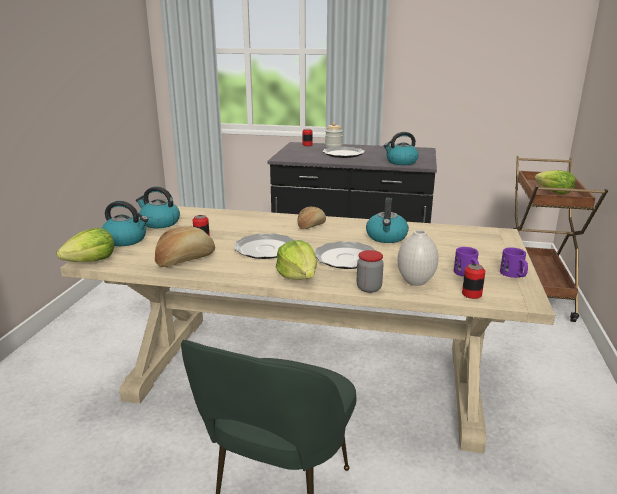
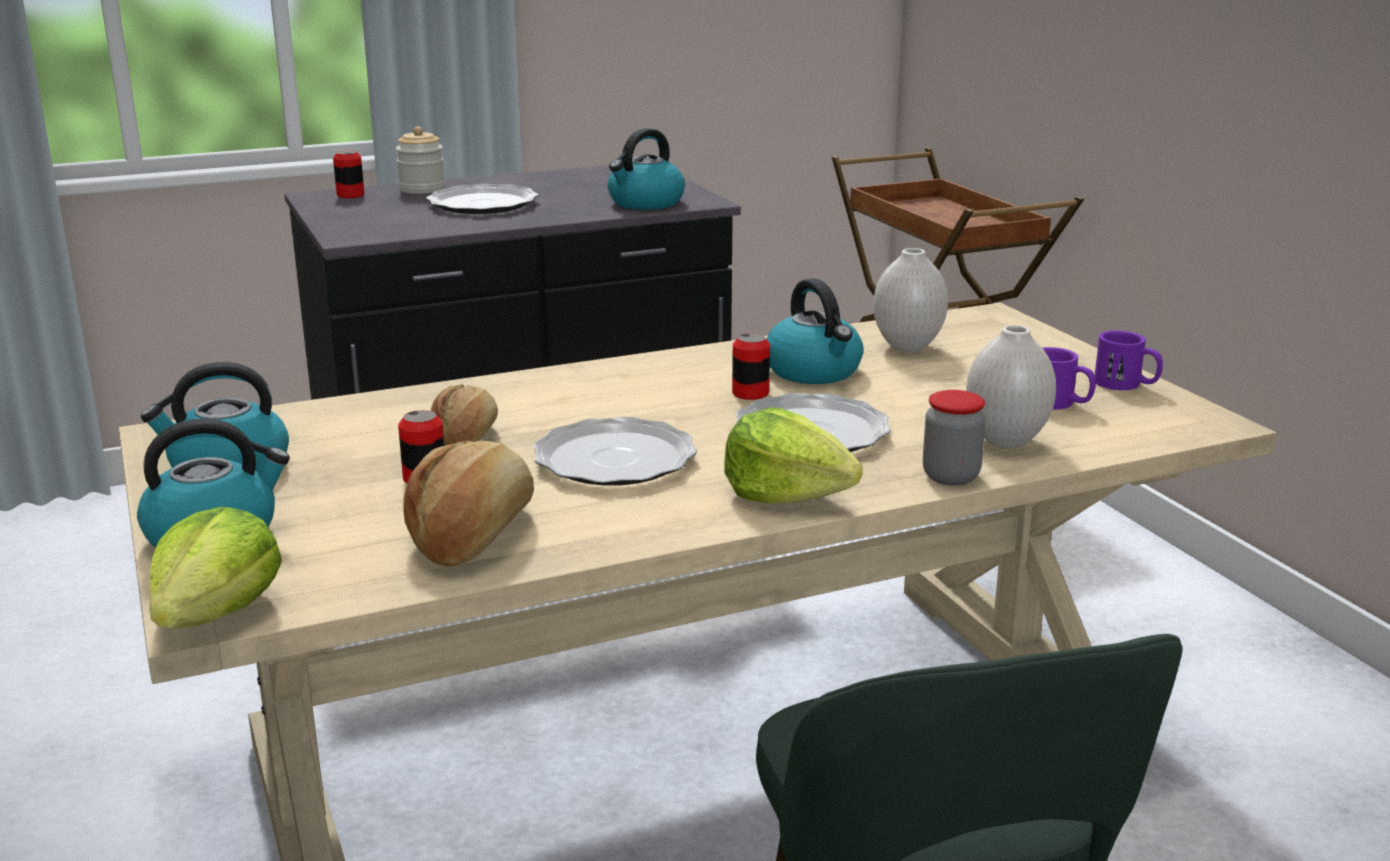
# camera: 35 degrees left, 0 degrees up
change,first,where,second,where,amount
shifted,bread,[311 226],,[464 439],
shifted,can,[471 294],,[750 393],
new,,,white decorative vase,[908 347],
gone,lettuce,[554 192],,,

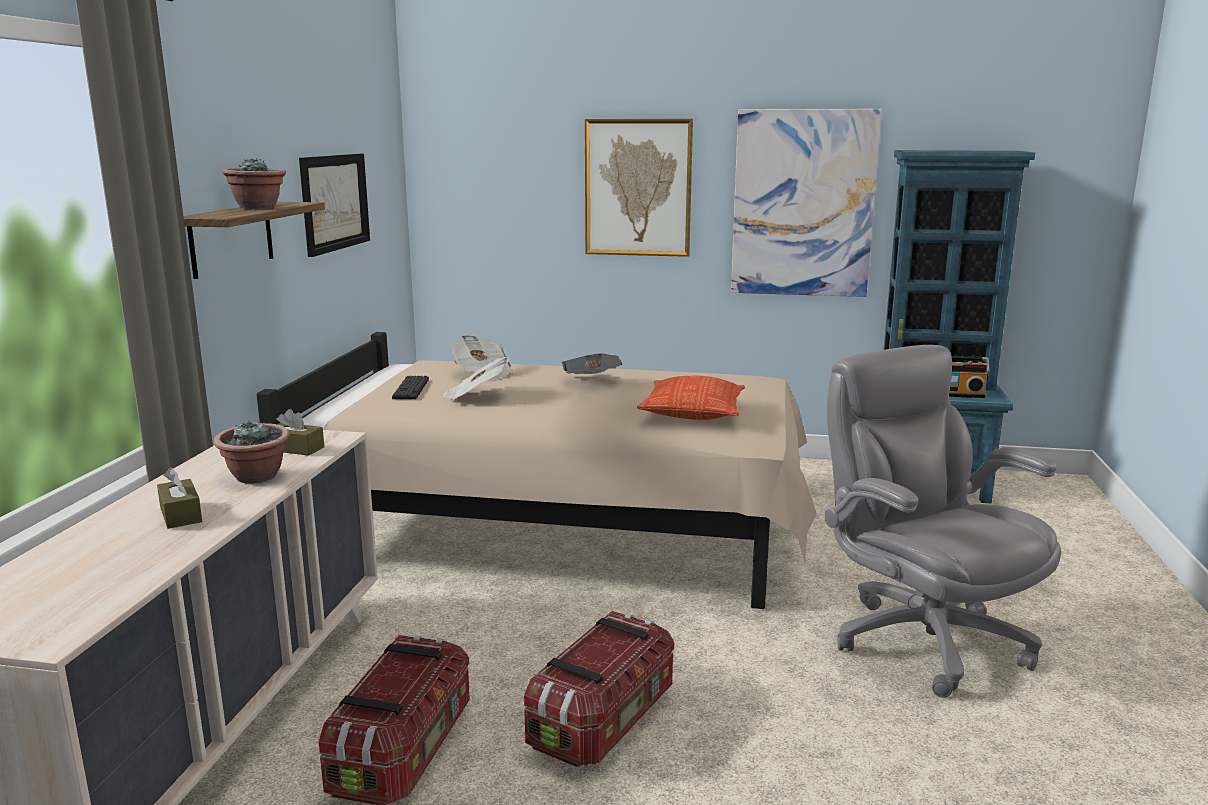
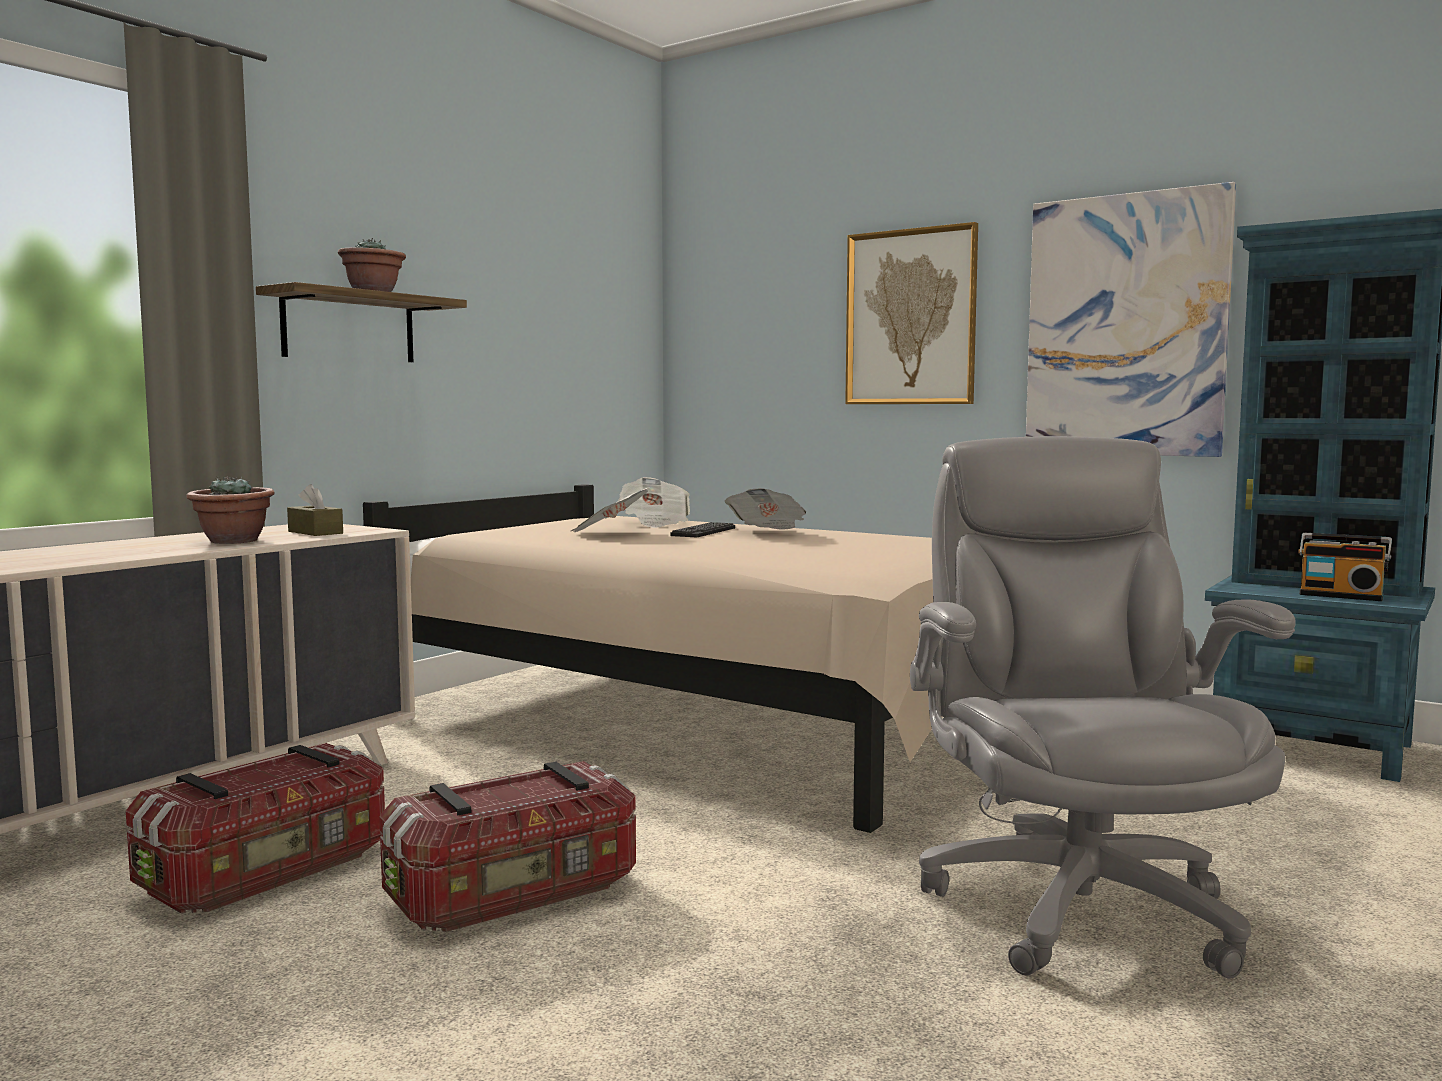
# camera: 25 degrees right, 10 degrees down
change,first,where,second,where,amount
shifted,computer keyboard,[411 388],,[703 532],
gone,brown box of tissues,[181 515],,,
gone,picture,[334 202],,,
gone,orangey cushion,[693 414],,,

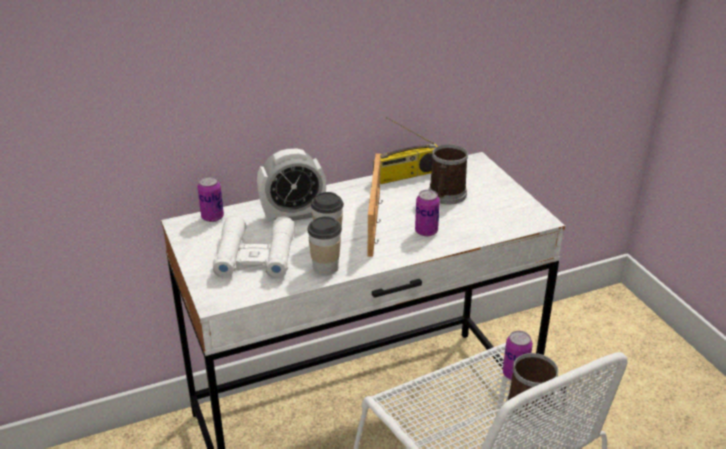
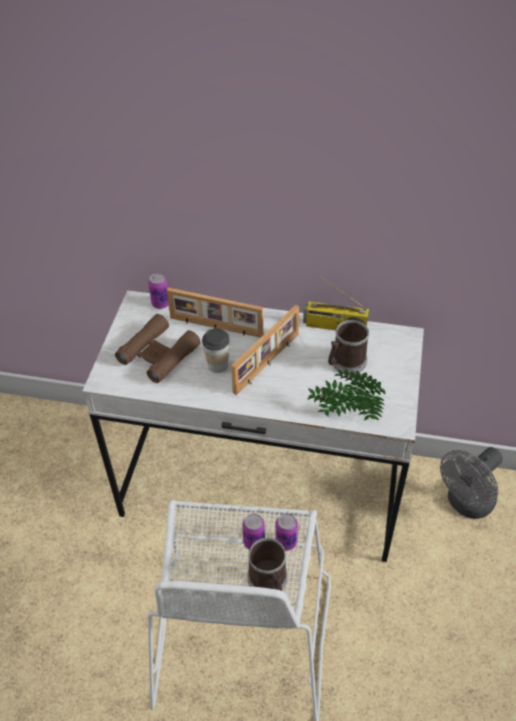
# camera: 35 degrees right, 15 degrees up
change,first,where,second,where,amount
repainted,white binoculars,[255 256],brown binoculars,[158 354],
swapped,alarm clock,[293 215],photo frame,[215 327],
shifted,can,[426 231],,[254 542],
new,,,potted plant,[345 414],
new,,,gray cooling fan,[466 504],
gone,cup,[325 267],,,

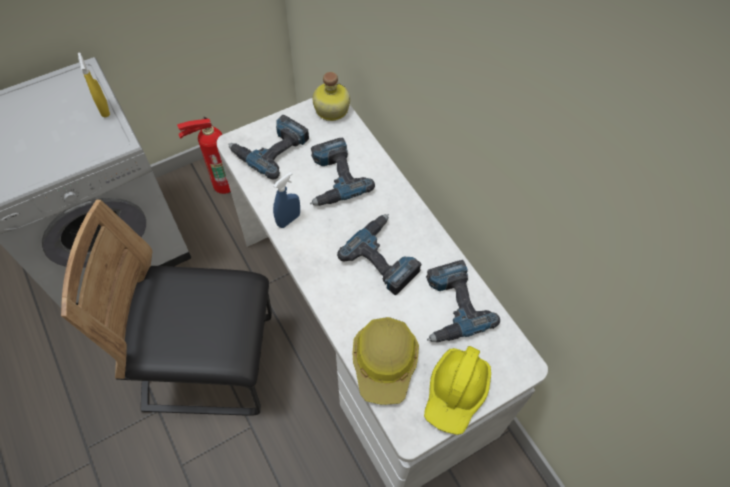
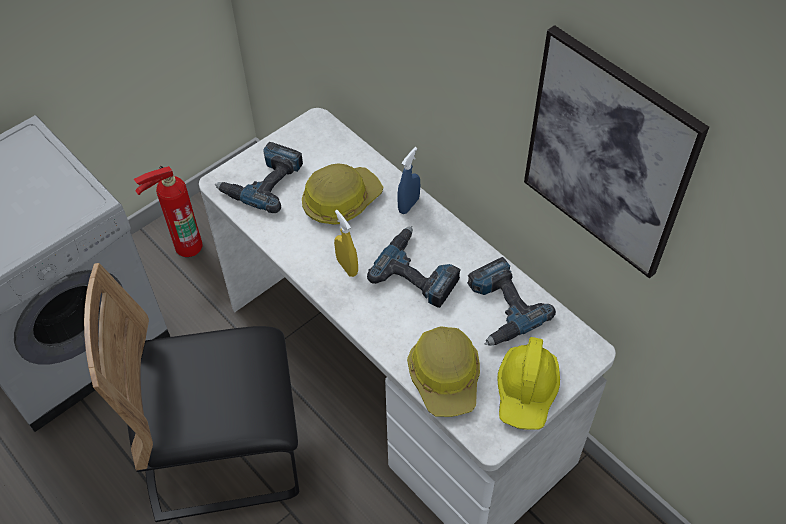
# camera: 10 degrees left, 5 degrees down
change,first,where,second,where,amount
swapped,drill,[333 178],work helmet,[340 200],
shifted,yellow-coloured hand sprayer,[104 109],,[347 267],
shifted,blue hand sprayer,[288 220],,[408 205],
new,,,picture,[608 155],
gone,bottle,[330 109],,,

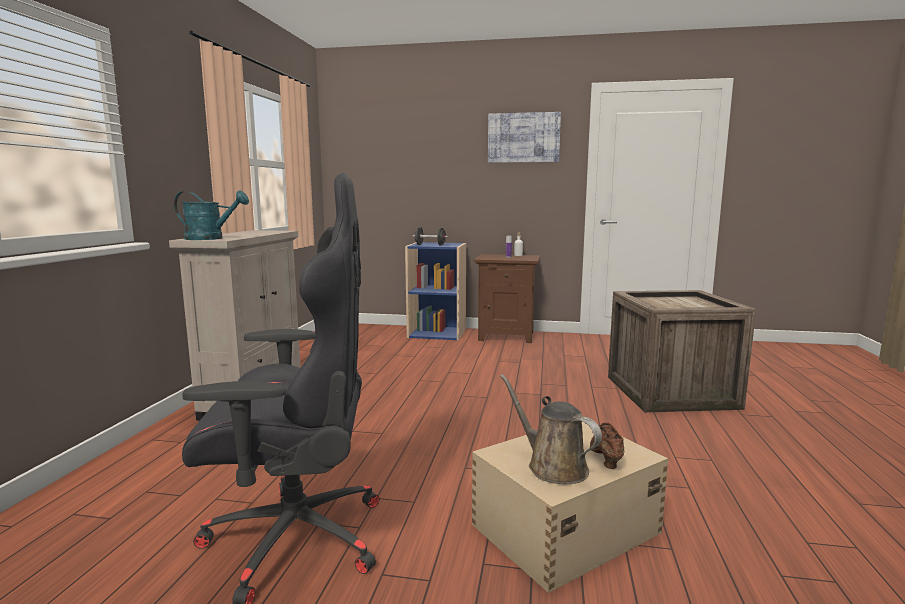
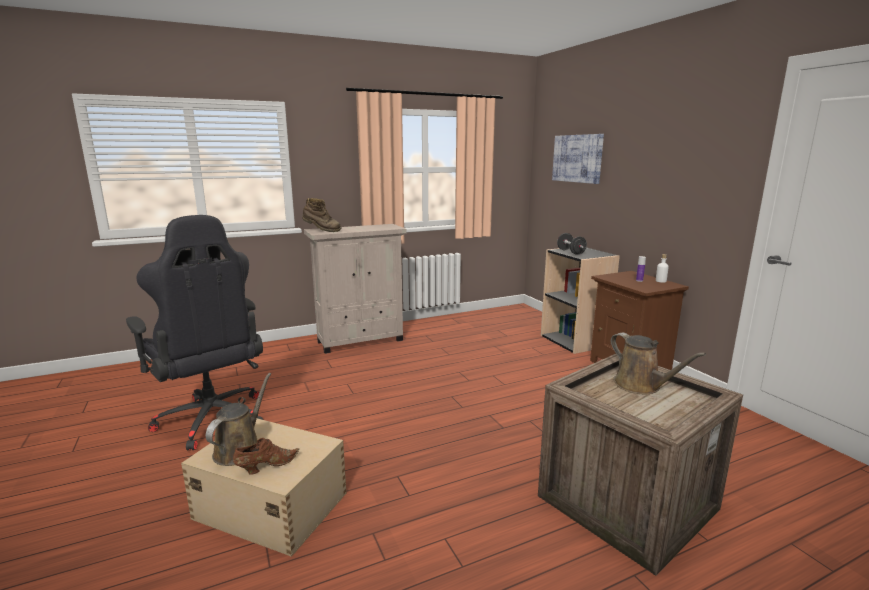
# camera: 55 degrees right, 5 degrees up
change,first,where,second,where,amount
swapped,turquoise watering can,[211 238],brown boot,[321 231],
repainted,blue shelving unit,[438 333],black-coloured shelving unit,[575 341],
shifted,picture,[523 138],,[577 158],
new,,,brown watering can,[640 386],

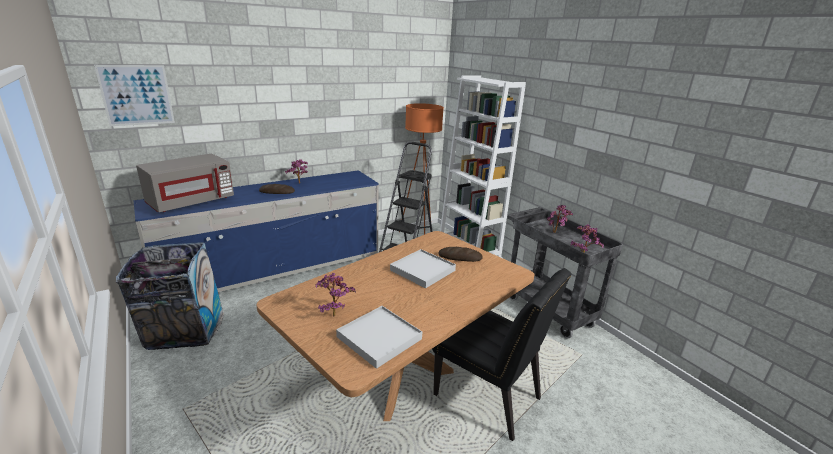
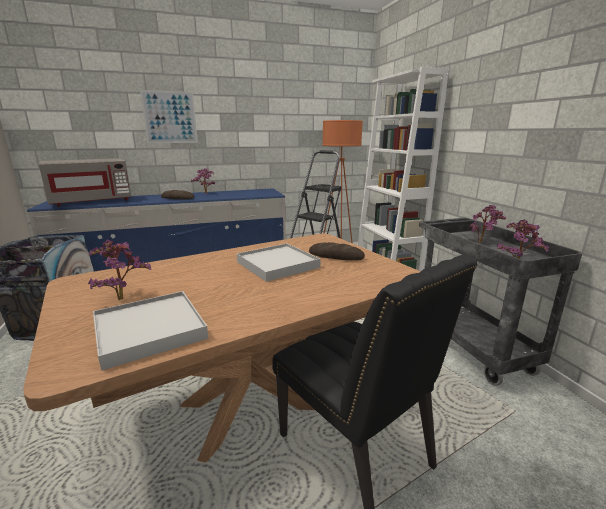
# camera: 15 degrees right, 5 degrees down
change,first,where,second,where,amount
shifted,picture,[136 95],,[170 117],

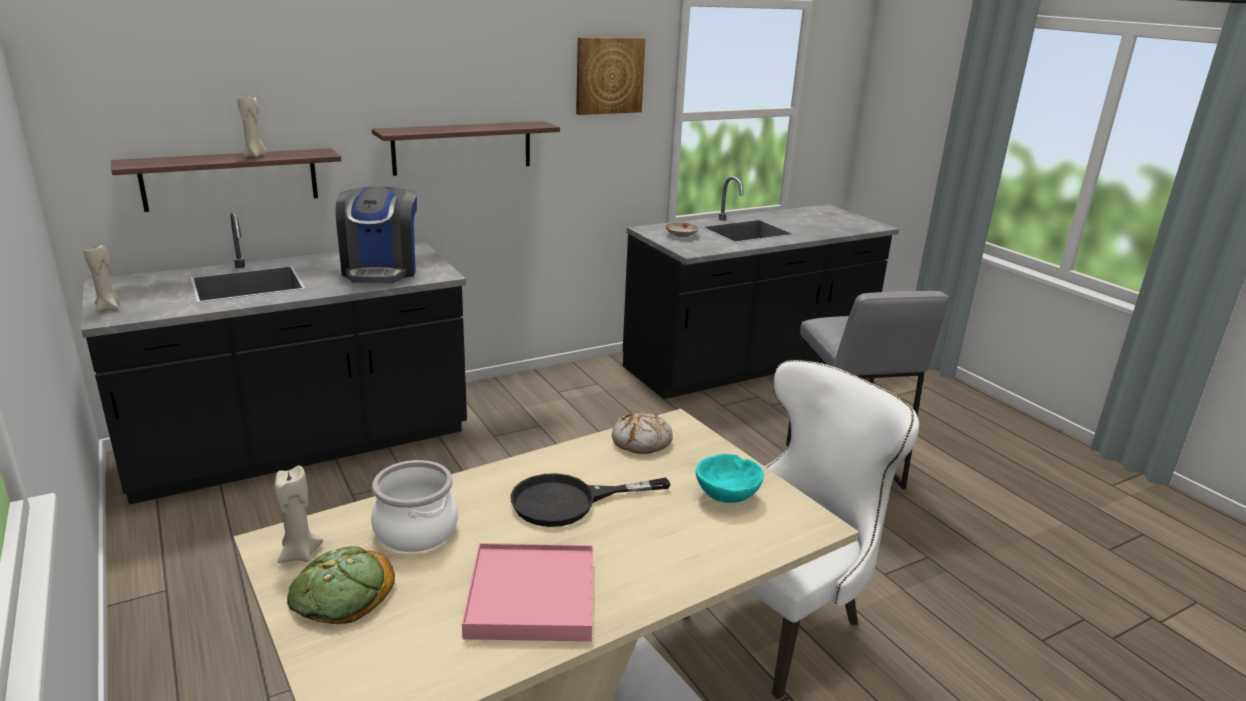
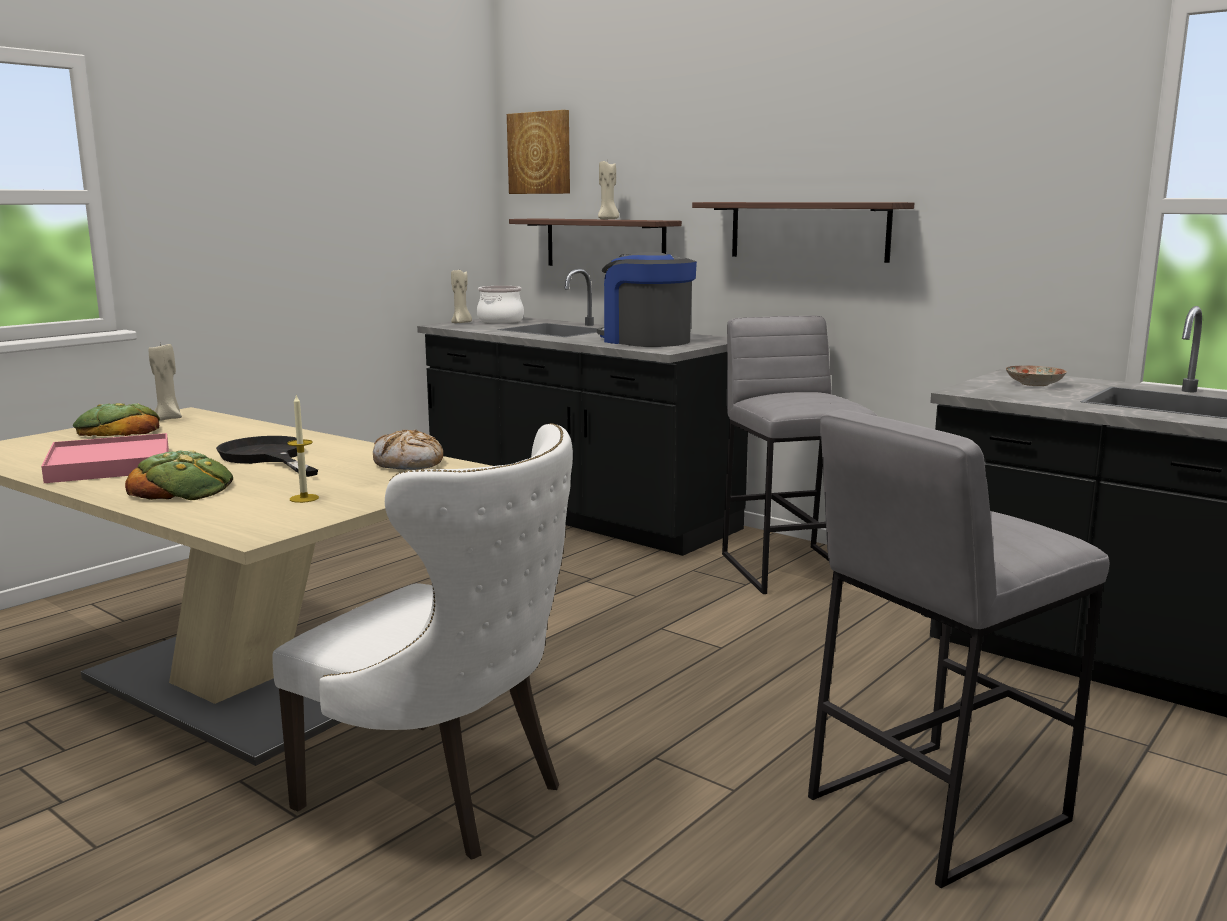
# camera: 70 degrees right, 10 degrees down
change,first,where,second,where,amount
new,,,bread,[182 488],
swapped,turquoise serving bowl,[727 496],wax candle,[304 498],
shifted,stockpot,[415 531],,[500 321],
shifted,picture,[609 75],,[540 153],
rotated,coffee maker,[381 270],,[645 340],75 degrees clockwise
new,,,gray sitting stool,[789 568],

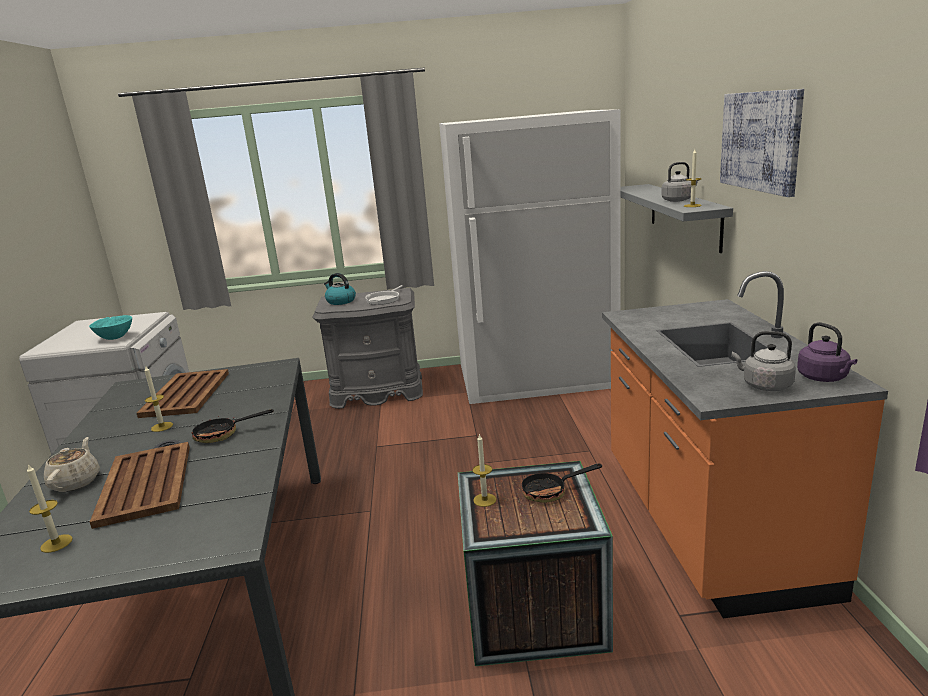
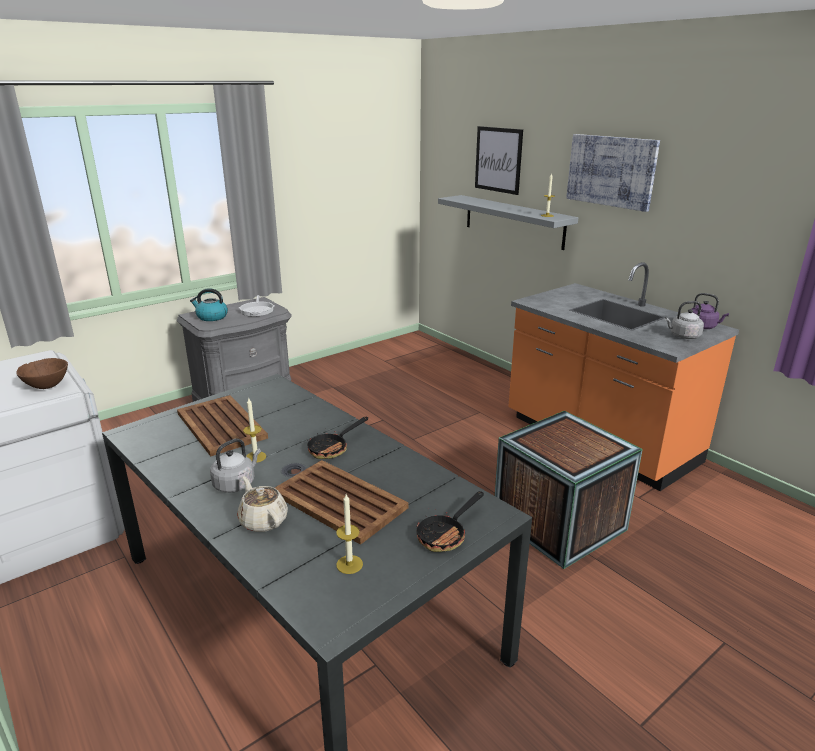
# camera: 35 degrees left, 5 degrees up
change,first,where,second,where,amount
repainted,turquoise serving bowl,[116 338],brown serving bowl,[48 386],
shifted,gray tea kettle,[678 200],,[236 483],
shifted,skillet,[551 491],,[446 535],
new,,,picture,[498 160],
gone,white refrigerator,[536 375],,,
gone,wax candle,[484 500],,,

